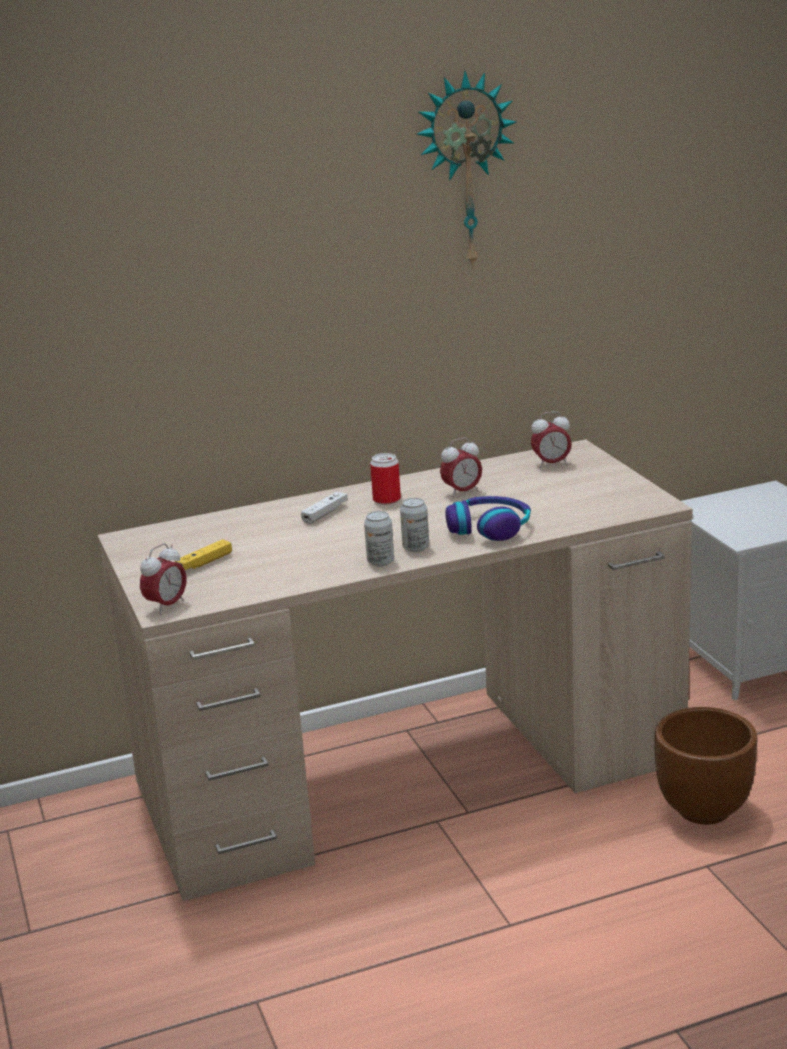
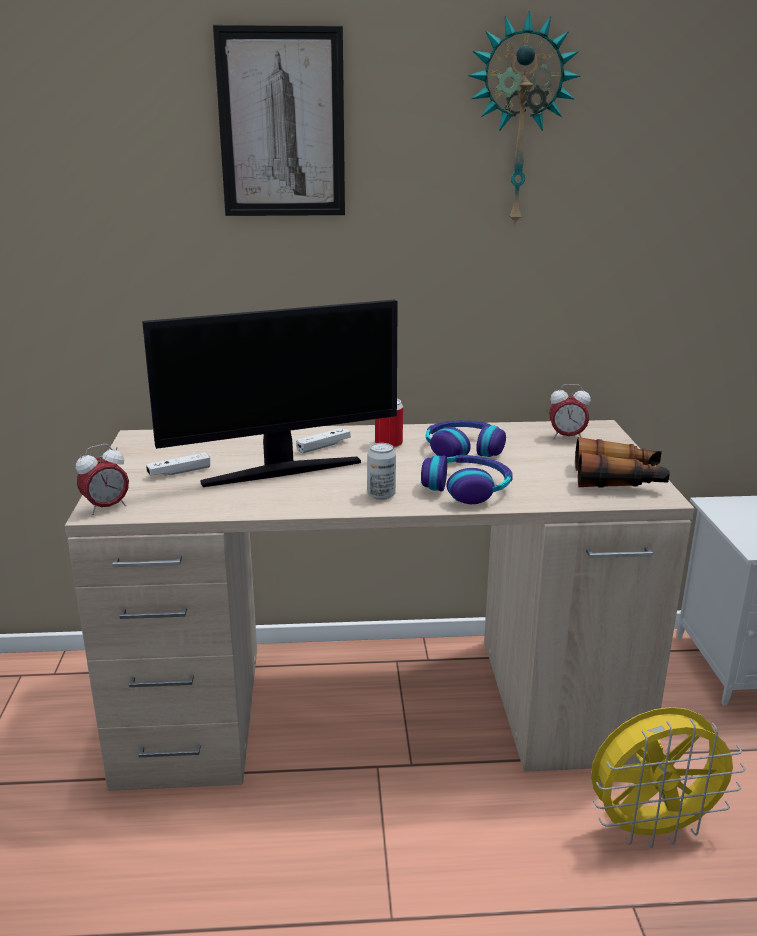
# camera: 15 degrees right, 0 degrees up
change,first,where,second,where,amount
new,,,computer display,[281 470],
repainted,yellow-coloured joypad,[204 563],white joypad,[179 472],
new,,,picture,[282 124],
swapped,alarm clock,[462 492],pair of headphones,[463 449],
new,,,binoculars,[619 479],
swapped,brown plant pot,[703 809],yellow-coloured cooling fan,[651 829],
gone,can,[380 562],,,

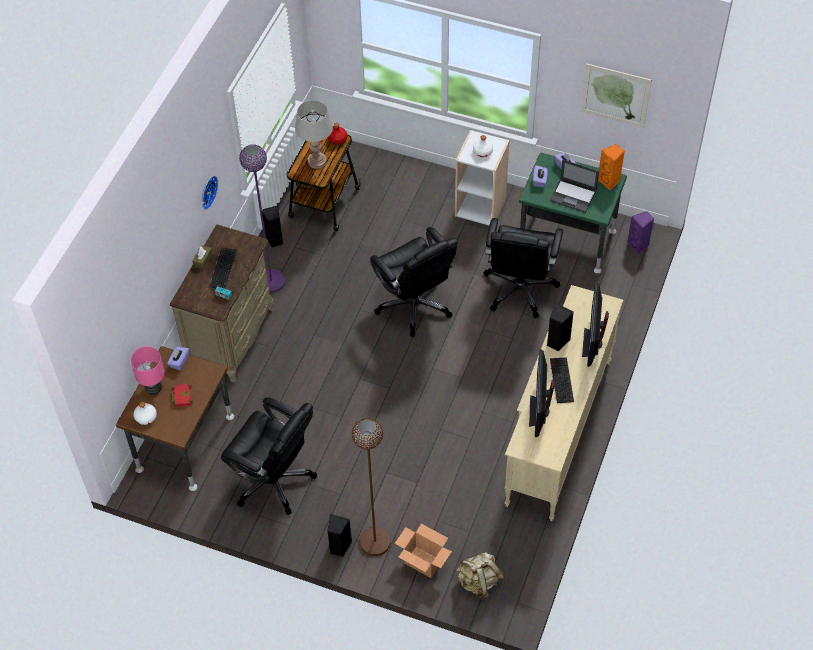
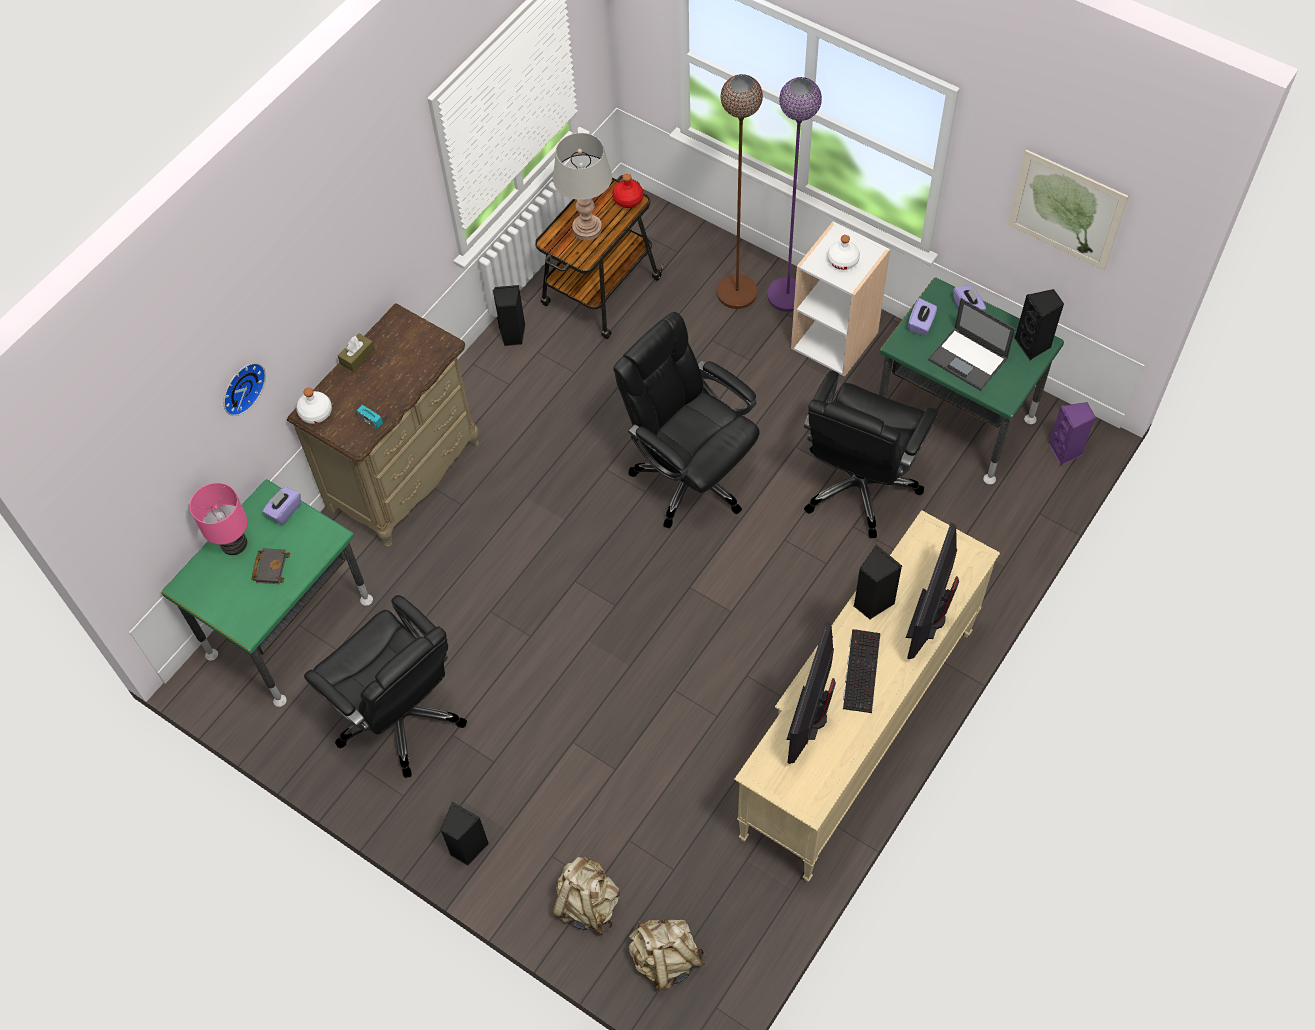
# camera: 15 degrees right, 5 degrees up
change,first,where,second,where,amount
repainted,brown desk unit,[184 442],greenish desk unit,[289 625],
shifted,wall clock,[207 191],,[240 387],
repainted,red-coloured book,[181 396],black-coloured book,[270 567],
shifted,white bottle,[146 417],,[316 413],
swapped,cardboard box,[423 562],sand-coloured knapsack,[587 903],
rotated,black-coloured computer chair,[414 304],,[690 478],150 degrees clockwise
shifted,brown floor lamp,[374 542],,[736 293],
shifted,purple-coloured floor lamp,[271 281],,[787 295],
repainted,orangey audio speaker,[609 181],black-coloured audio speaker,[1033 345],
gone,computer keyboard,[222 268],,,

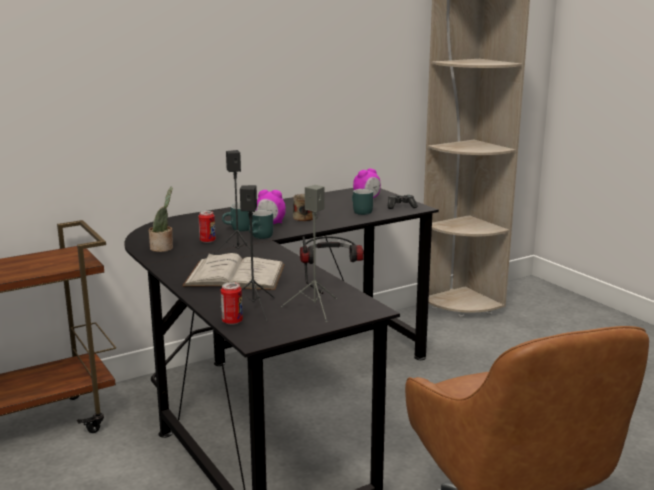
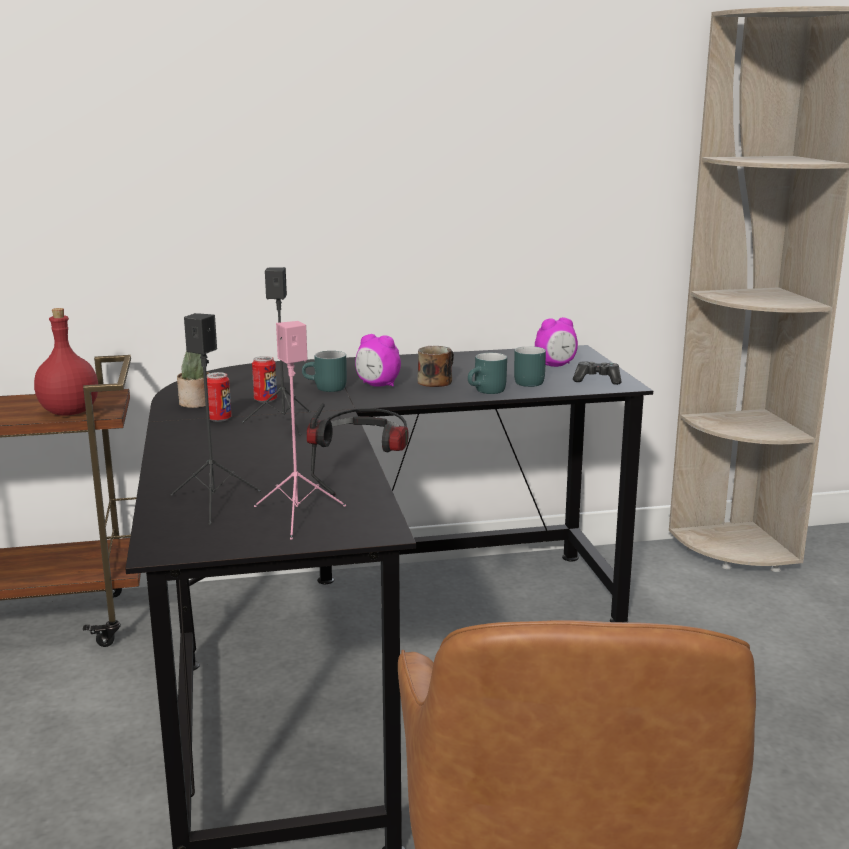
# camera: 20 degrees right, 0 degrees up
change,first,where,second,where,amount
new,,,red-coloured bottle,[69 412],
shifted,can,[232 321],,[219 419],
repainted,gray audio speaker,[315 309],pinkish audio speaker,[297 517],
shifted,turquoise coffee mug,[261 237],,[488 391],
gone,white book,[235 275],,,

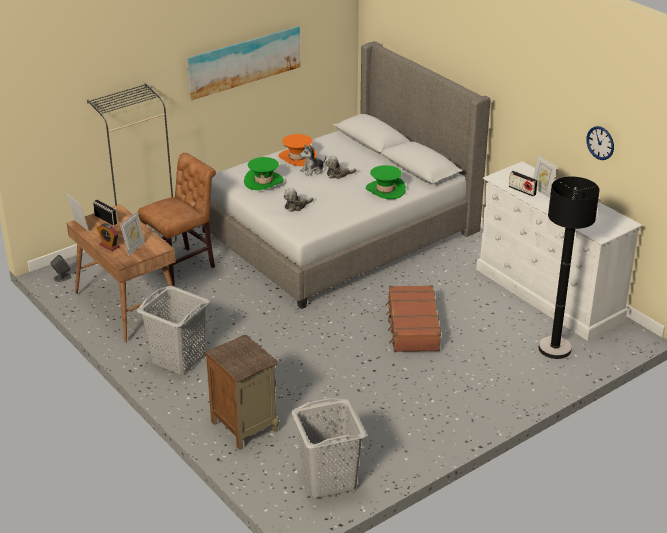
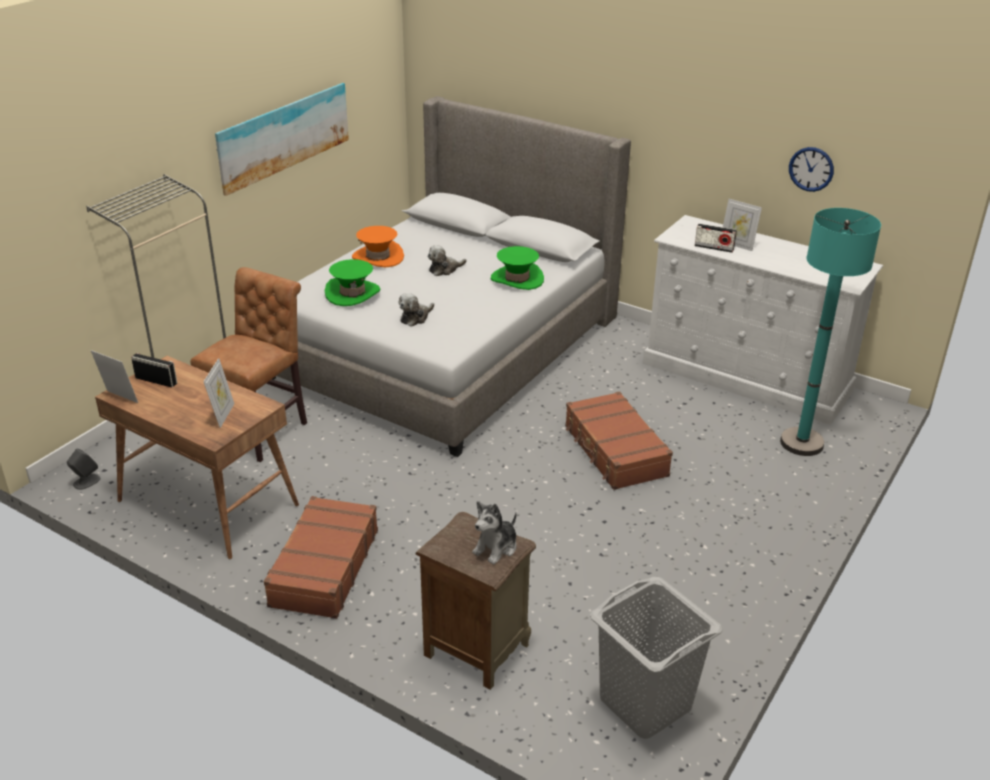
# camera: 20 degrees left, 0 degrees up
change,first,where,second,where,amount
swapped,gray hamper,[178 359],brown suitcase,[323 568],
shifted,plush toy,[312 171],,[496 548],
repainted,black-coloured floor lamp,[554 349],turquoise floor lamp,[801 443],
gone,alarm clock,[109 246],,,

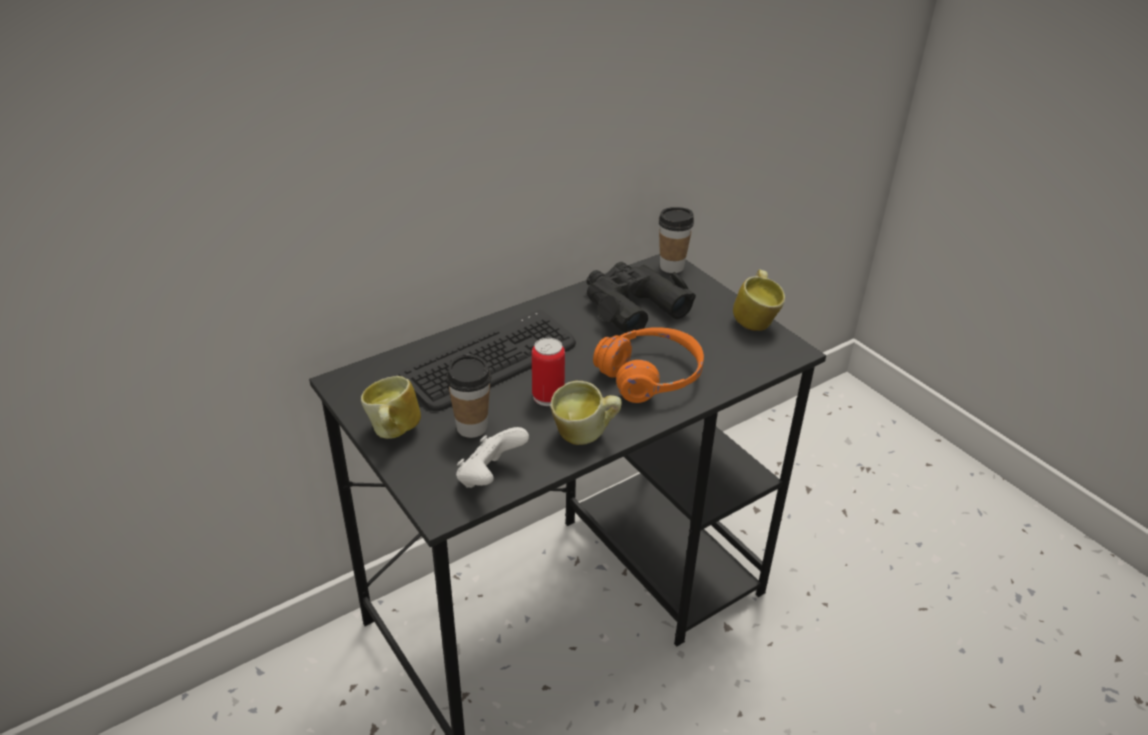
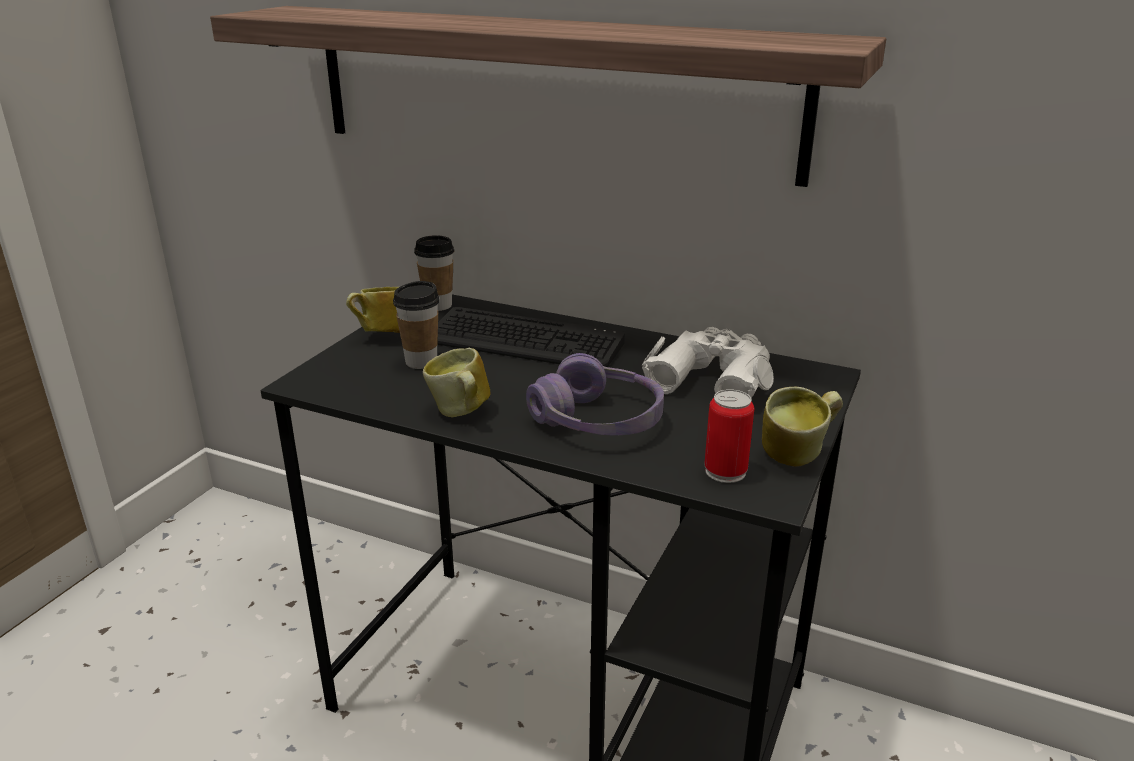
# camera: 60 degrees right, 10 degrees down
change,first,where,second,where,amount
new,,,wall shelf,[547 90],
shifted,cup,[671 267],,[438 305],
repainted,orangey pair of headphones,[650 376],purple-coloured pair of headphones,[598 420],
repainted,black-coloured binoculars,[632 306],white binoculars,[712 377],
shifted,can,[548 396],,[725 471],
gone,white joypad,[490 477],,,

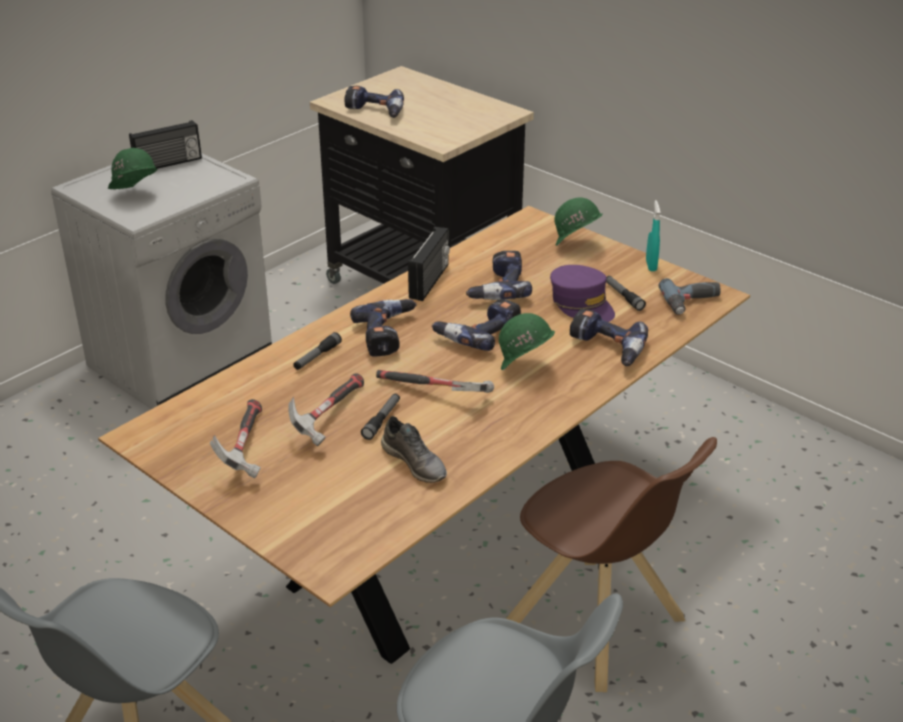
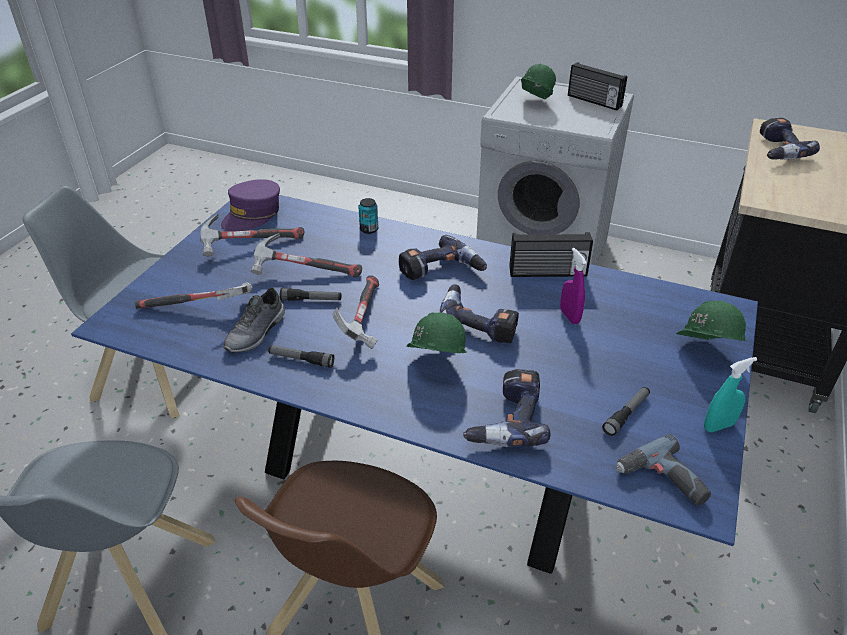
# camera: 70 degrees right, 5 degrees up
change,first,where,second,where,amount
repainted,brown kitchen table,[451 537],blue kitchen table,[423 468],
new,,,tool hammer,[198 308],
shifted,purple-coloured cap,[582 304],,[252 215],
shifted,flashlight,[317 357],,[301 360],
new,,,can,[369 229],
swapped,drill,[497 288],purple-coloured hand sprayer,[569 316],

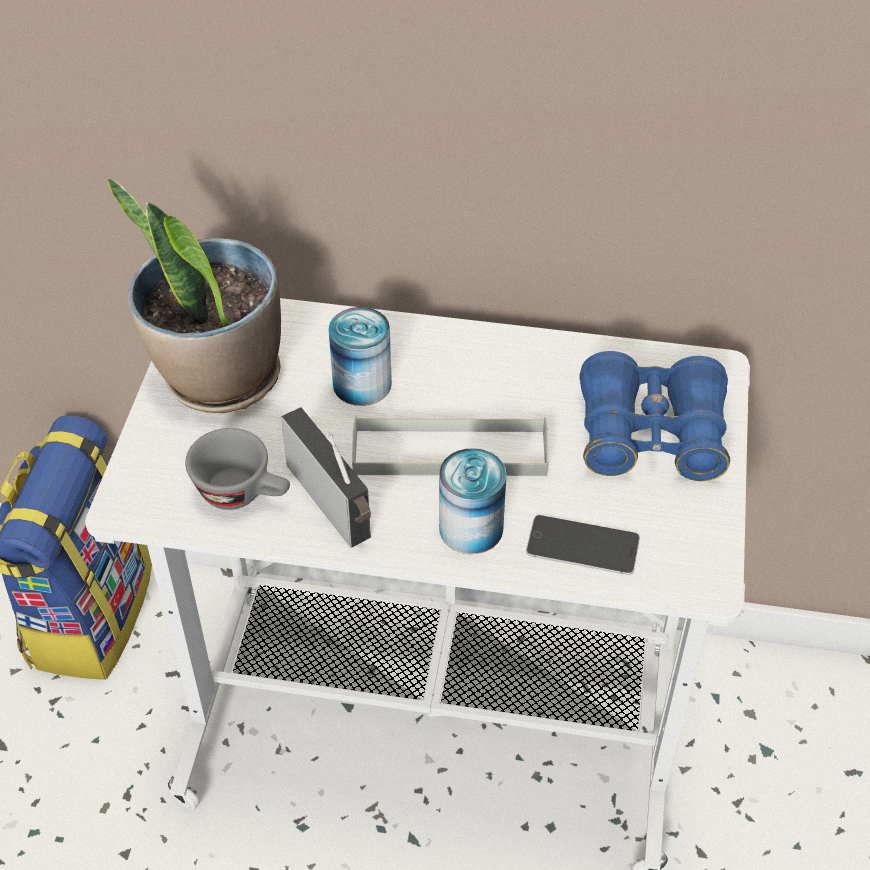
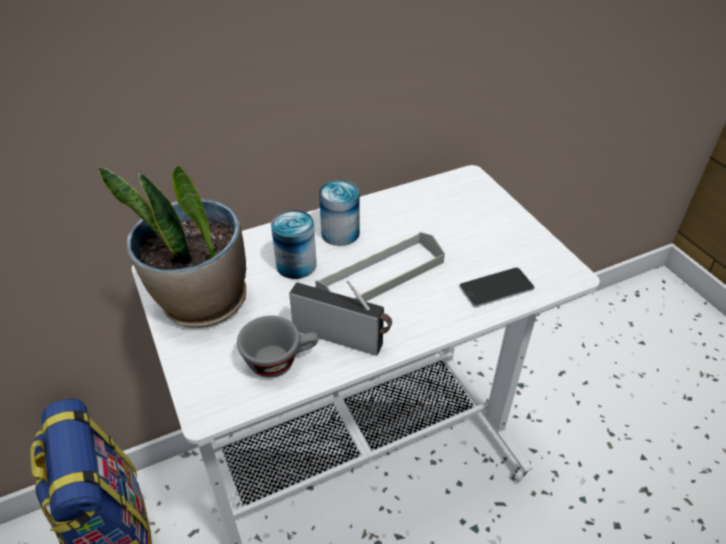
# camera: 35 degrees left, 5 degrees down
change,first,where,second,where,amount
shifted,can,[471 528],,[340 233],
gone,blue binoculars,[651 435],,,

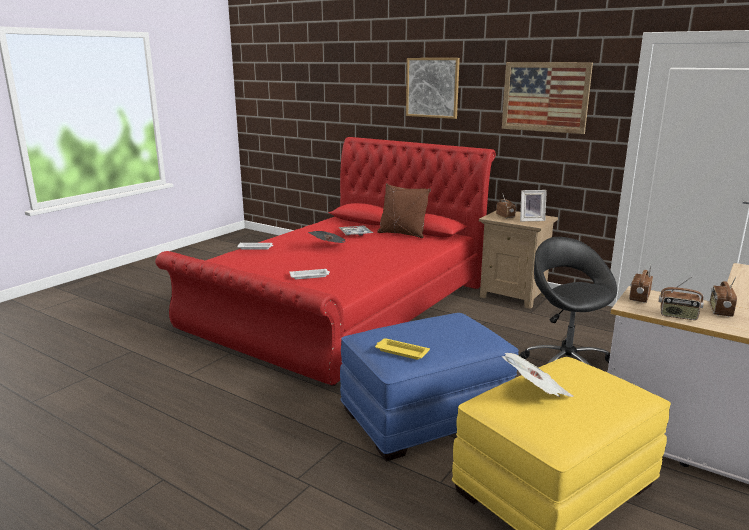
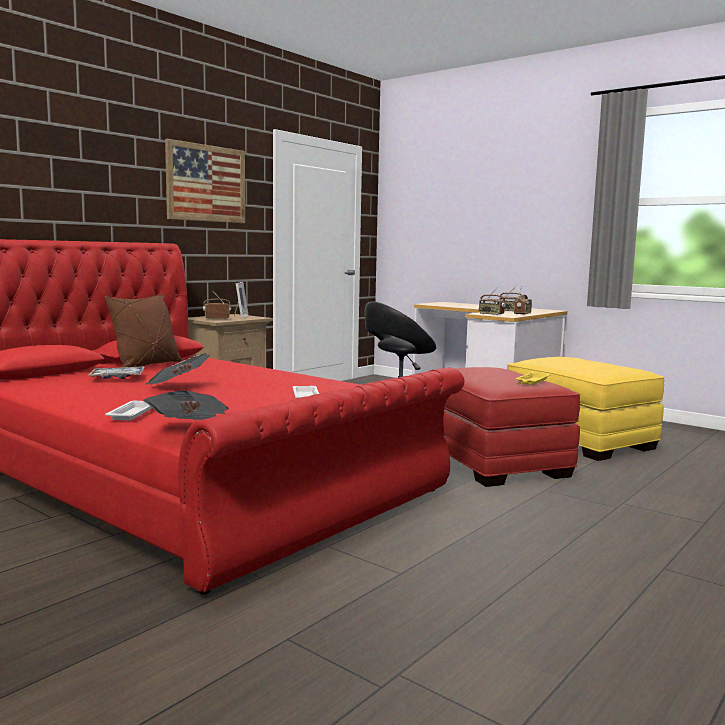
# camera: 85 degrees left, 10 degrees down
change,first,where,second,where,amount
shifted,printed paper,[535 392],,[189 429],
repainted,blue pouffe,[425 416],red-coloured pouffe,[492 461],
gone,picture,[432 87],,,

